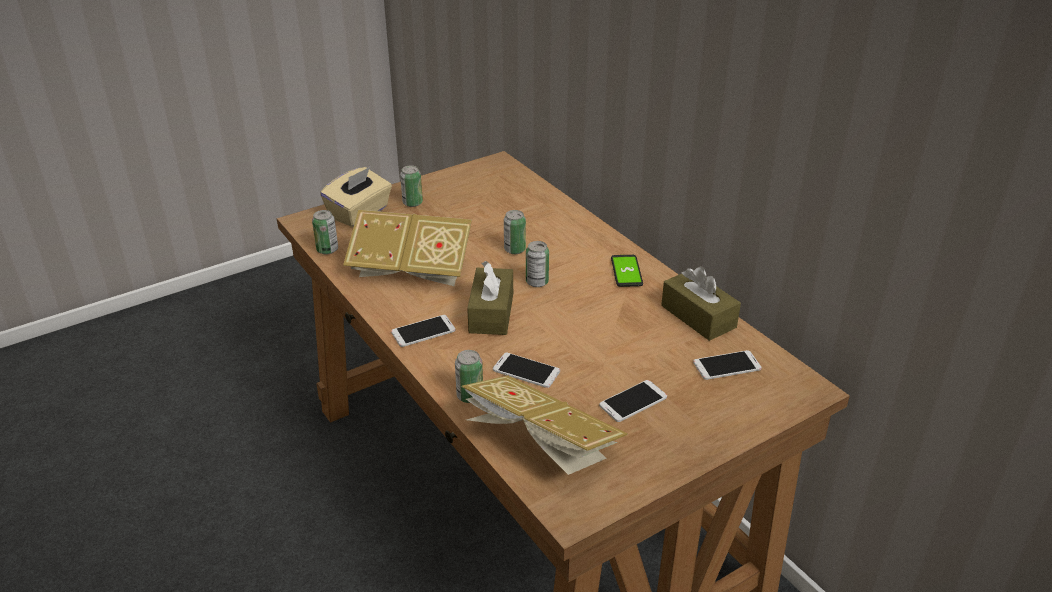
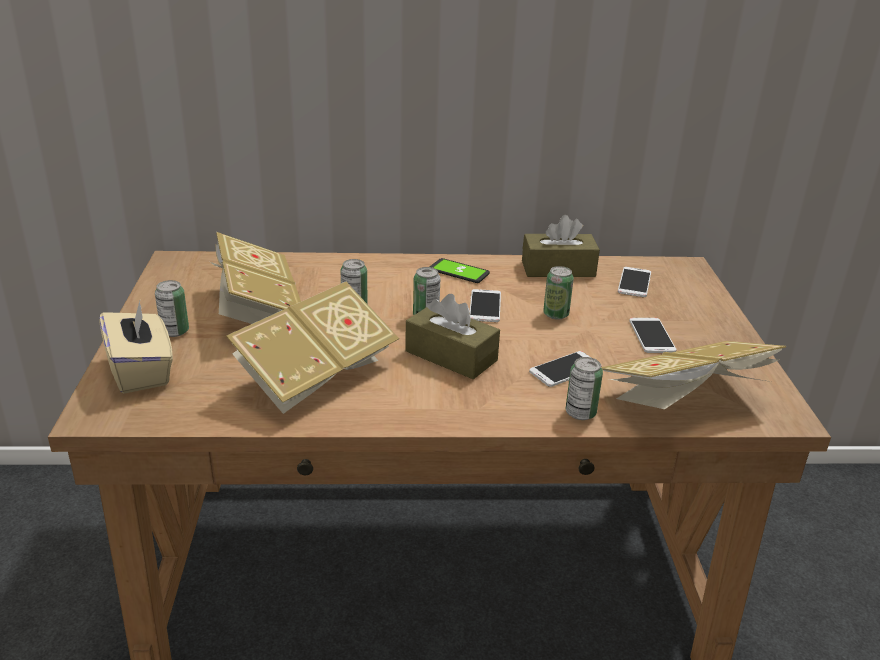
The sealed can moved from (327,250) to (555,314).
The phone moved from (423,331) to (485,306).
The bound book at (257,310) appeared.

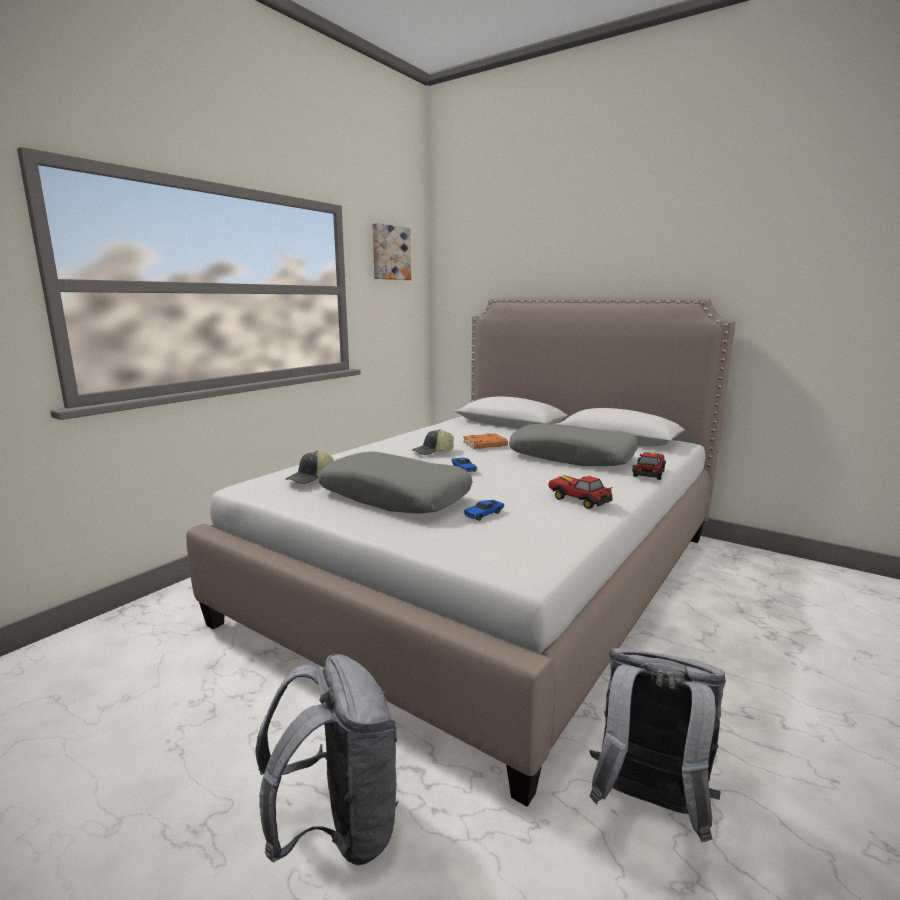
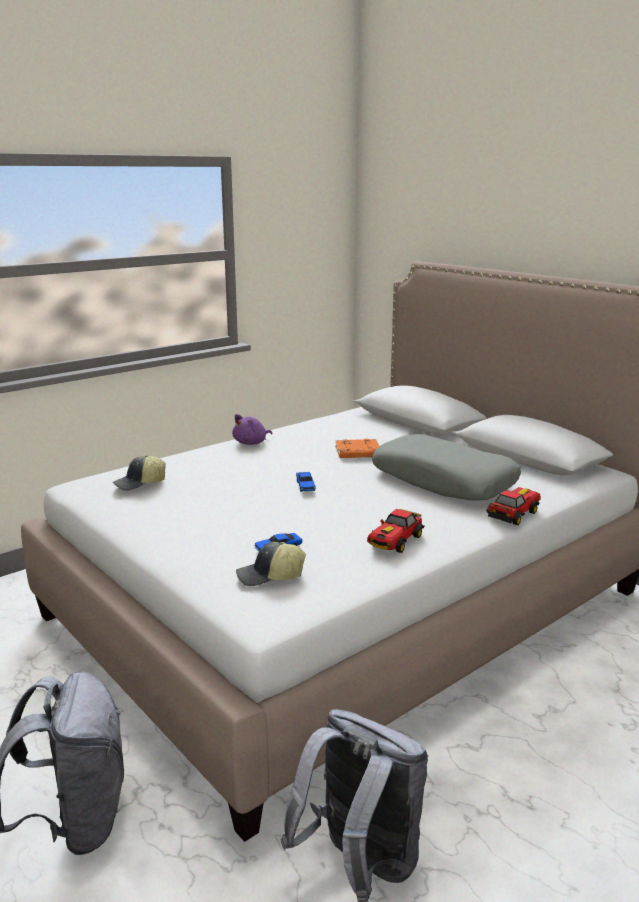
The grey throw pillow at (395,497) disappeared.
The picture at (390,253) disappeared.
The baseball cap moved from (433,452) to (270,576).
The model car at (578,500) turned 120 degrees counterclockwise.
The purple plush toy at (251,443) appeared.

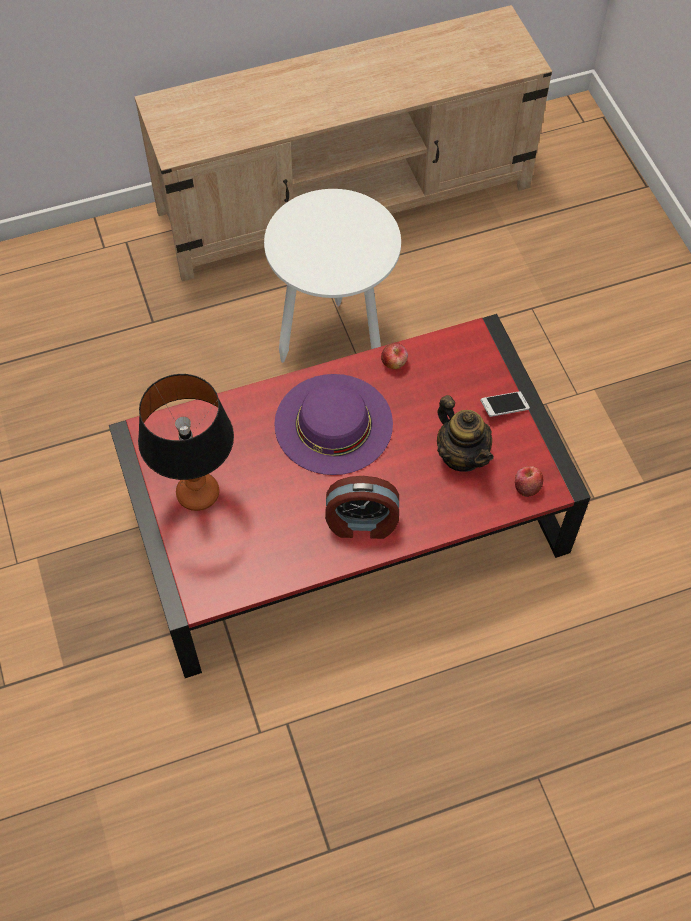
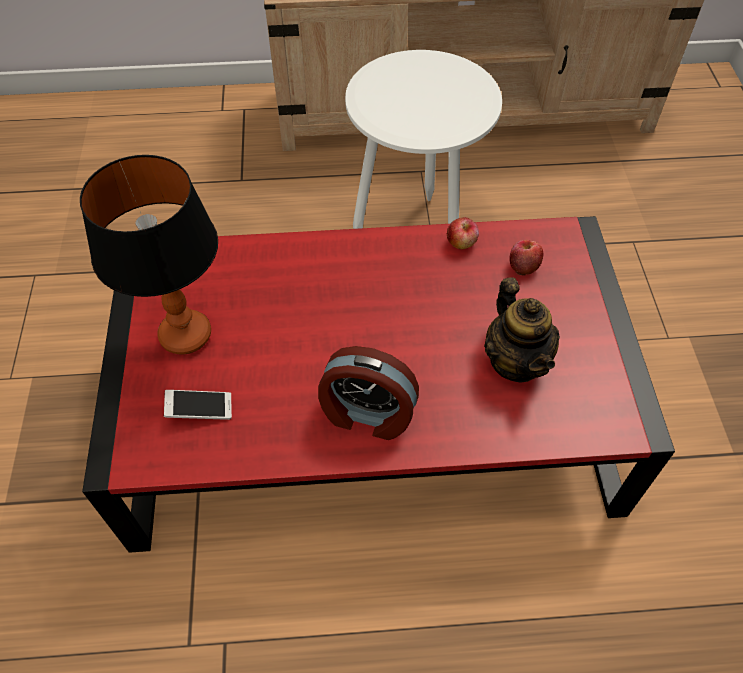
The purple wearable hat at (333,424) disappeared.
The phone moved from (504,408) to (200,410).
The apple fruit moved from (527,487) to (523,266).

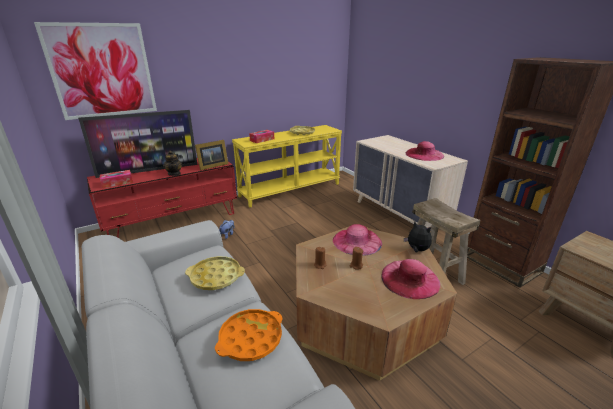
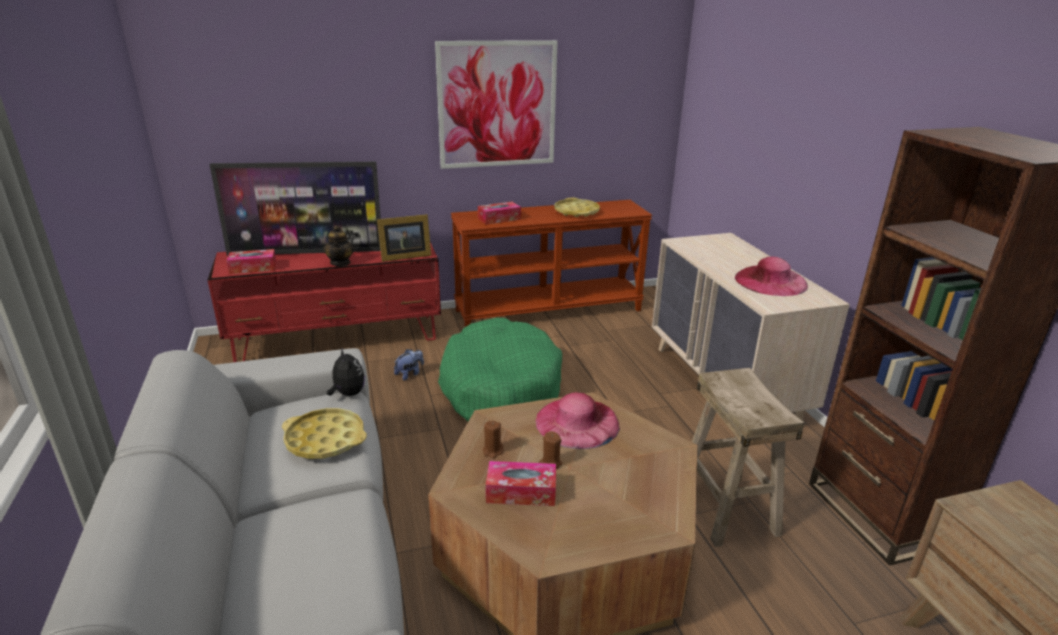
The picture moved from (102,71) to (497,105).
The orange-coloured serving tray at (250,338) disappeared.
The yellowish console table at (290,189) became the brownish console table at (548,310).
The pink-coloured wearable hat at (410,279) disappeared.
The plush toy moved from (417,250) to (347,394).
The greenish dog bed at (500,387) appeared.
The box of tissues at (521,492) appeared.

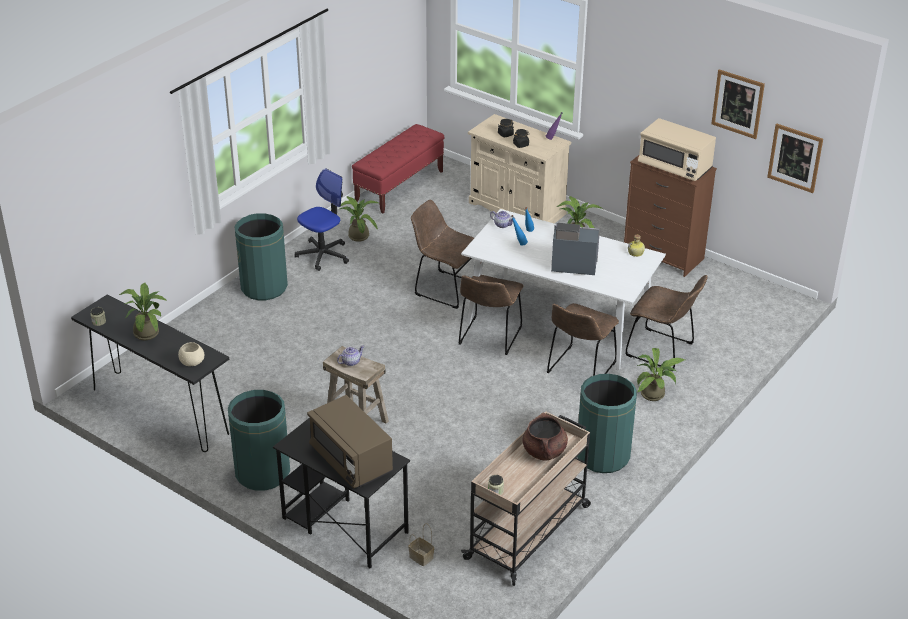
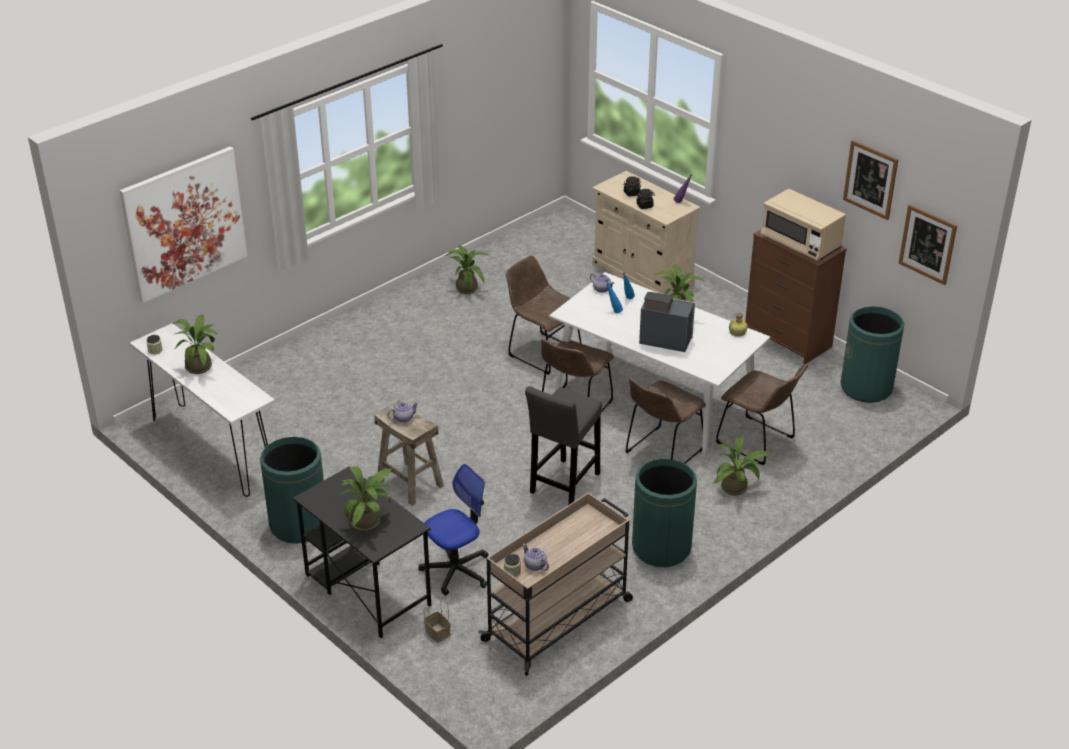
The black console table at (160,411) became the white console table at (213,450).
The sand-coloured serving bowl at (192,362) disappeared.
The greenish trash can moved from (264,287) to (866,388).
The office chair moved from (323,255) to (456,570).
The brownish microwave oven at (351,460) was replaced by the plant in a pot at (369,521).
The reddish long seat at (399,186) disappeared.
The brownish stockpot at (544,451) disappeared.
The picture at (184,223) appeared.
The teapot at (535,565) appeared.
The grey sitting stool at (563,485) appeared.

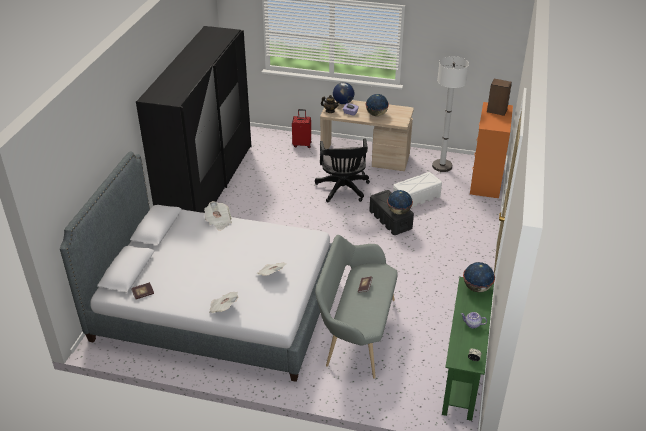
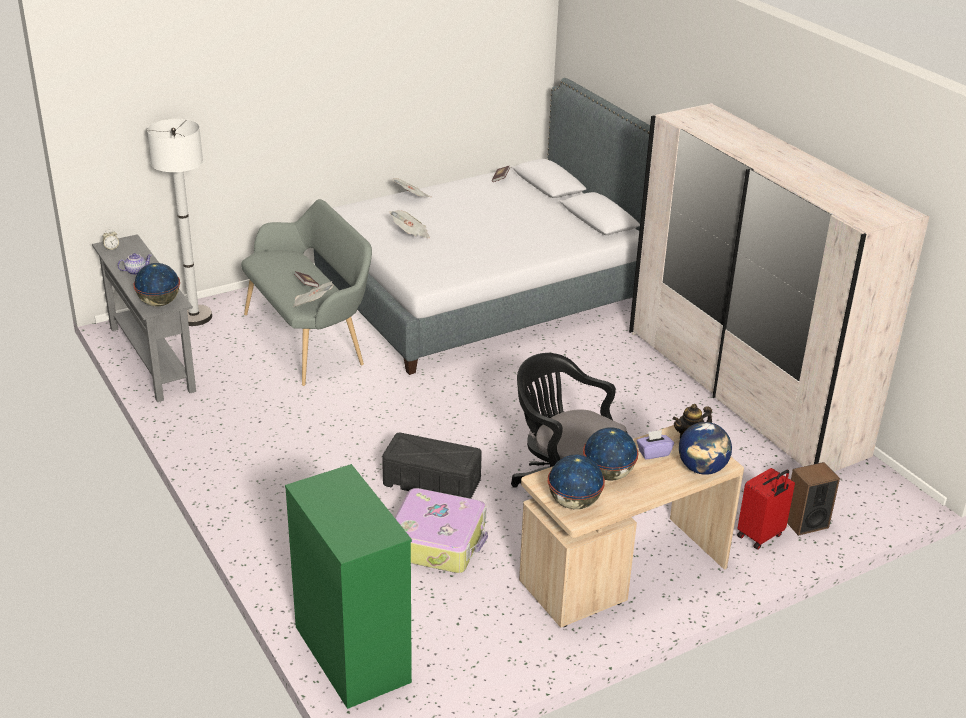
The black armoire at (207,186) became the white armoire at (743,392).
The daily paper moved from (218,222) to (312,304).
The desk globe moved from (399,212) to (573,503).
The white storage bin at (416,198) was replaced by the suitcase at (437,541).
The white floor lamp moved from (442,166) to (194,317).
The greenish console table at (463,372) became the grey console table at (151,359).
The orange-coloured dresser at (486,182) became the greenish dresser at (351,653).
The speaker moved from (497,110) to (805,523).

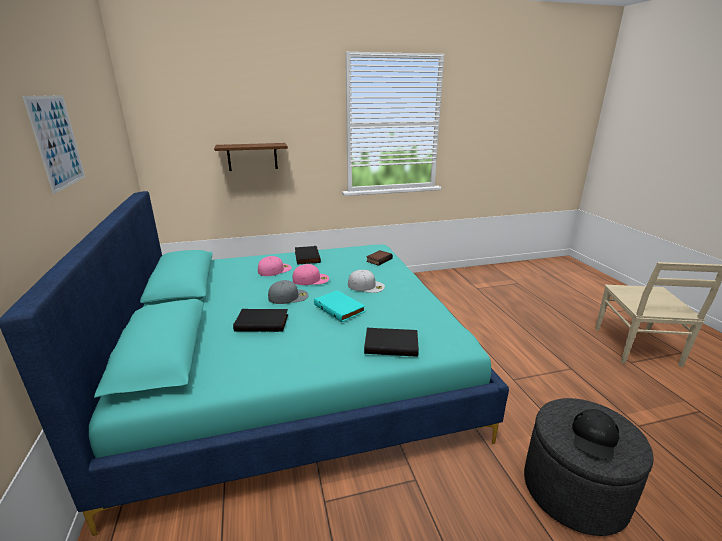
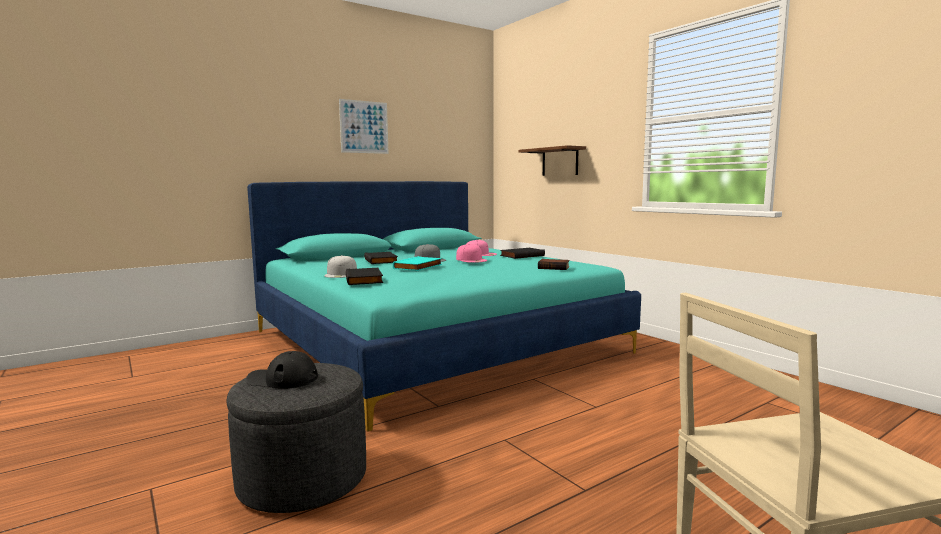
The white baseball cap moved from (366,286) to (341,274).

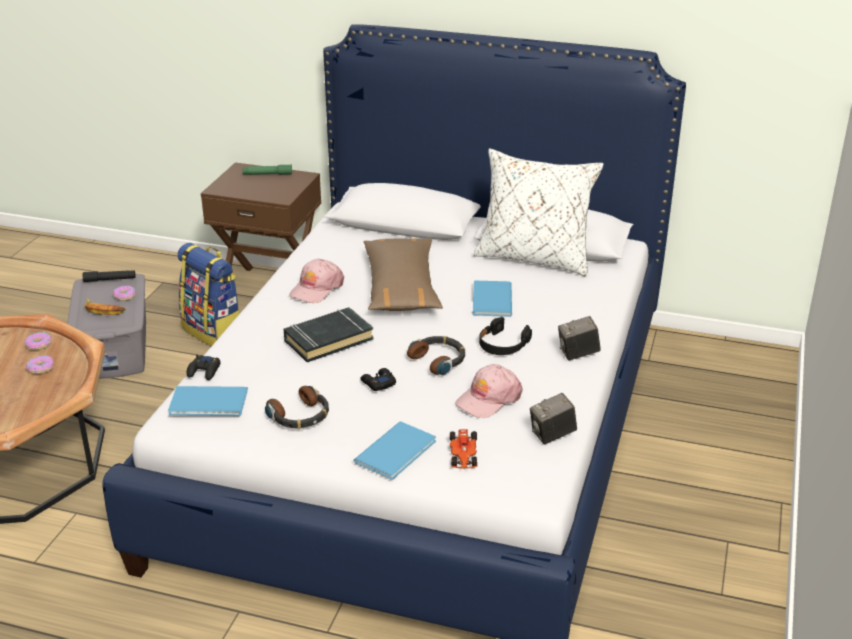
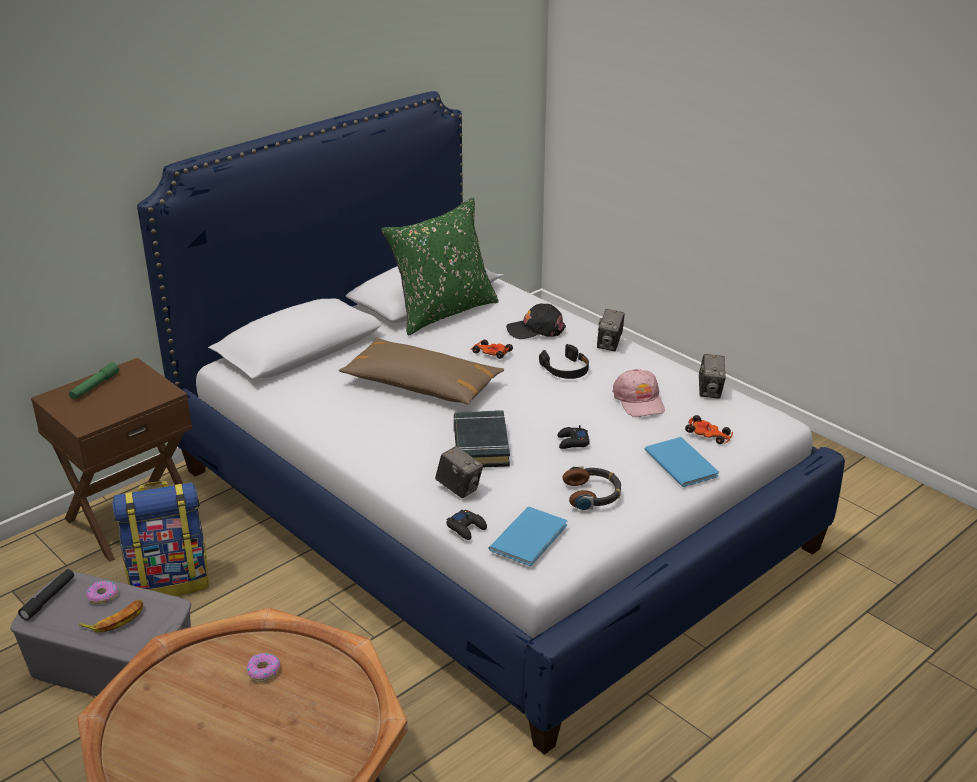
The donut at (39,345) disappeared.
The pink-coloured baseball cap at (316,288) disappeared.
The headphones at (438,360) disappeared.
The blue-coloured bound book at (490,301) was replaced by the model car at (491,353).
The white throw pillow at (534,258) became the greenish throw pillow at (442,312).
The photo camera at (459,488) appeared.
The black baseball cap at (536,330) appeared.

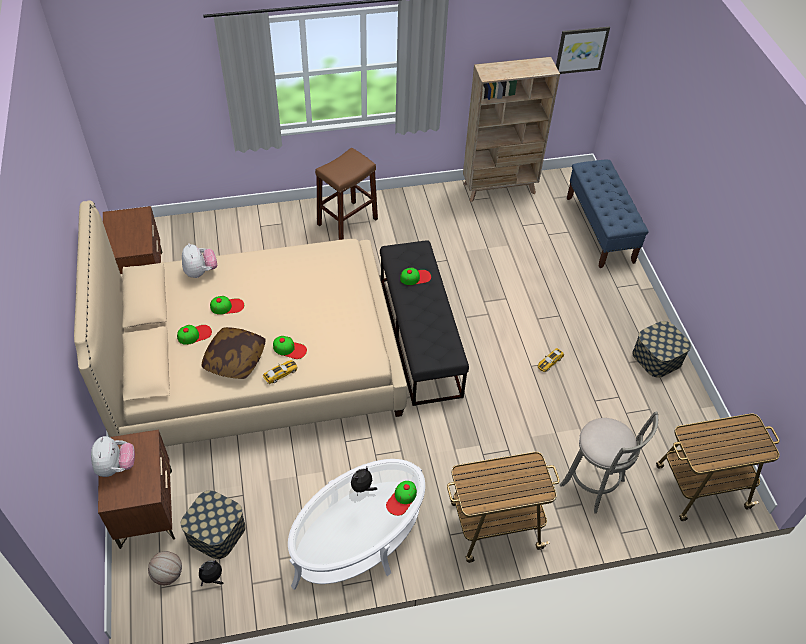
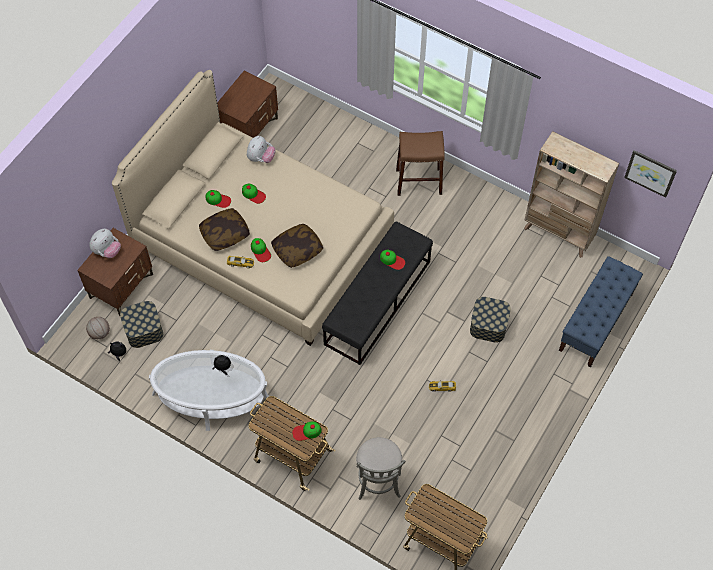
The baseball cap moved from (402,499) to (306,432).
The storage bin moved from (657,357) to (488,325).
The throw pillow at (297,249) appeared.

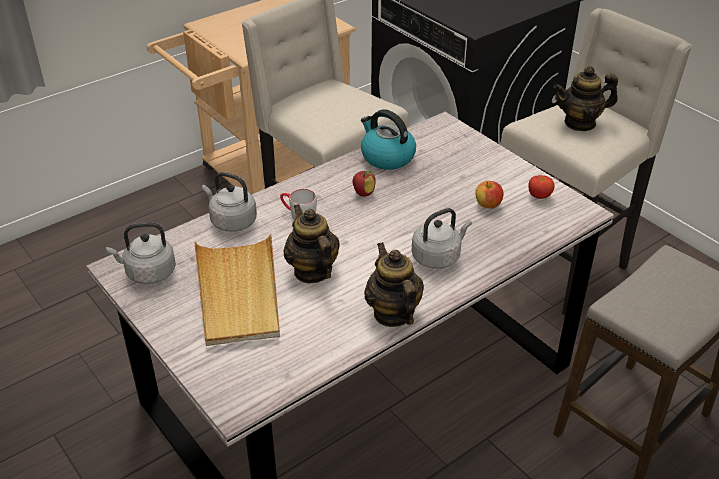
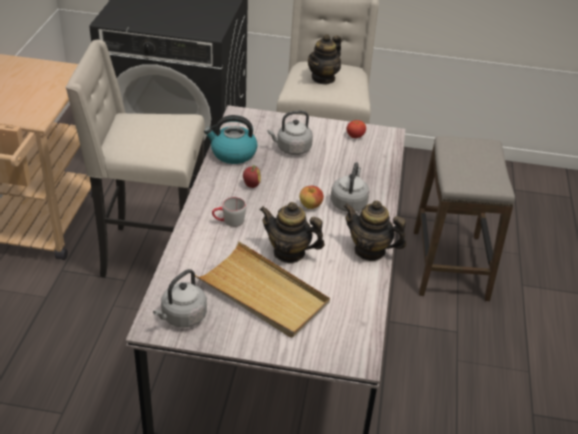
The grey water kettle moved from (231,221) to (292,149).
The apple fruit moved from (488,205) to (310,206).

